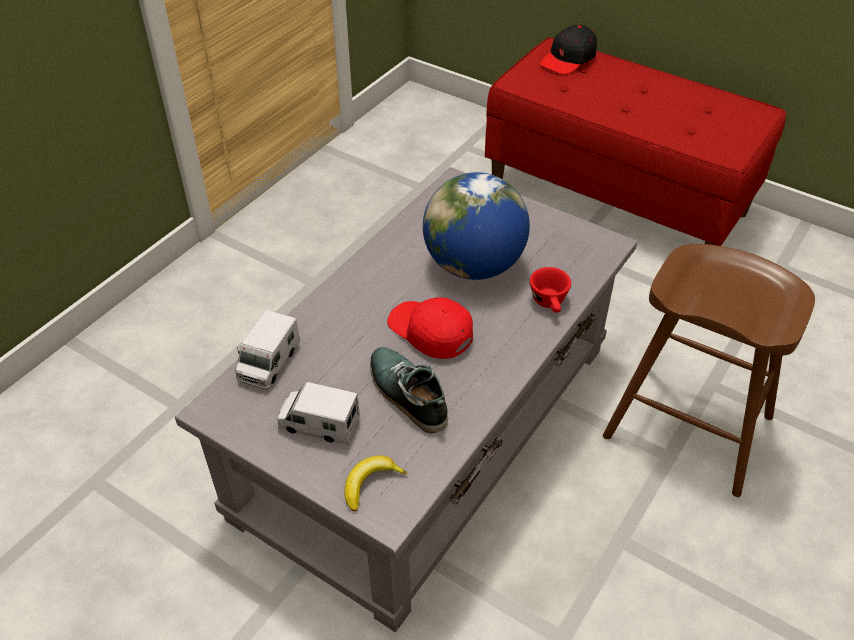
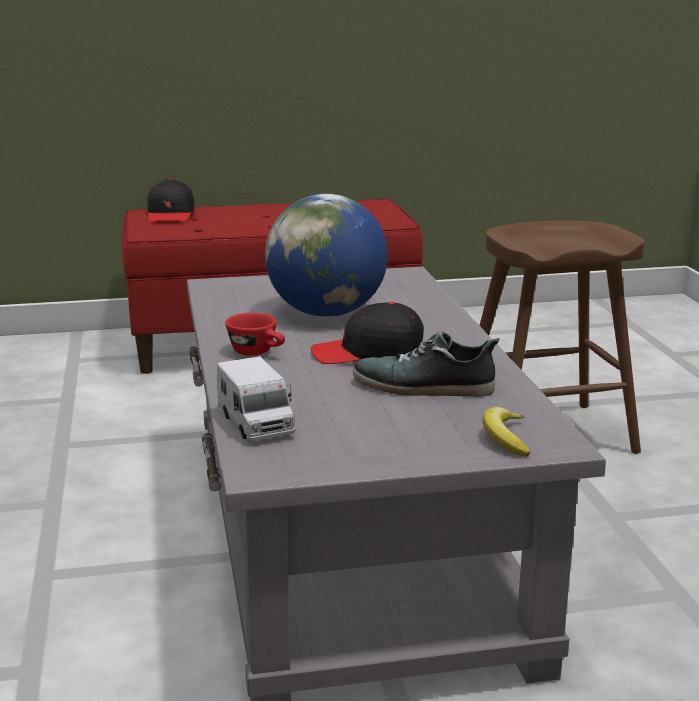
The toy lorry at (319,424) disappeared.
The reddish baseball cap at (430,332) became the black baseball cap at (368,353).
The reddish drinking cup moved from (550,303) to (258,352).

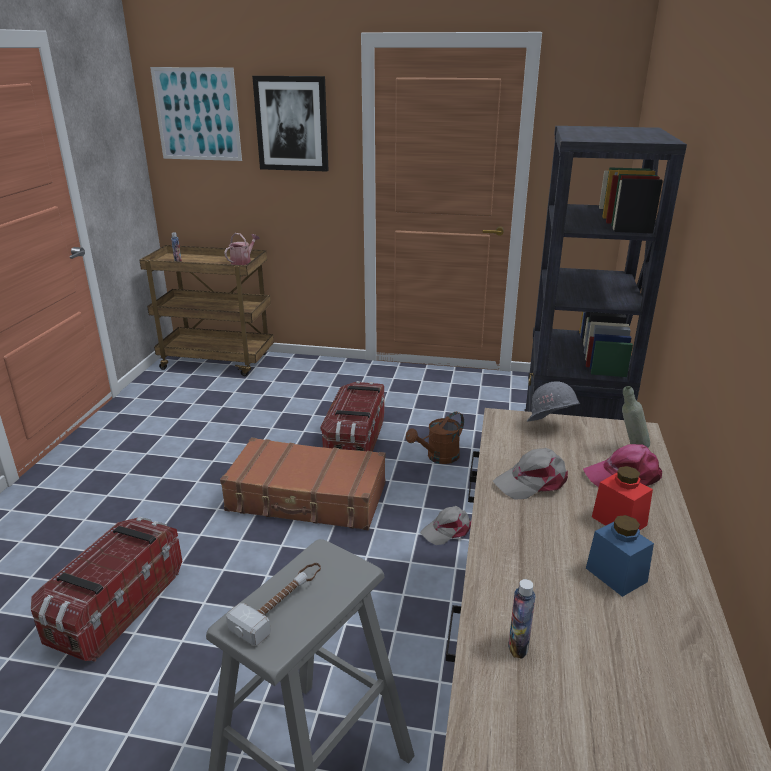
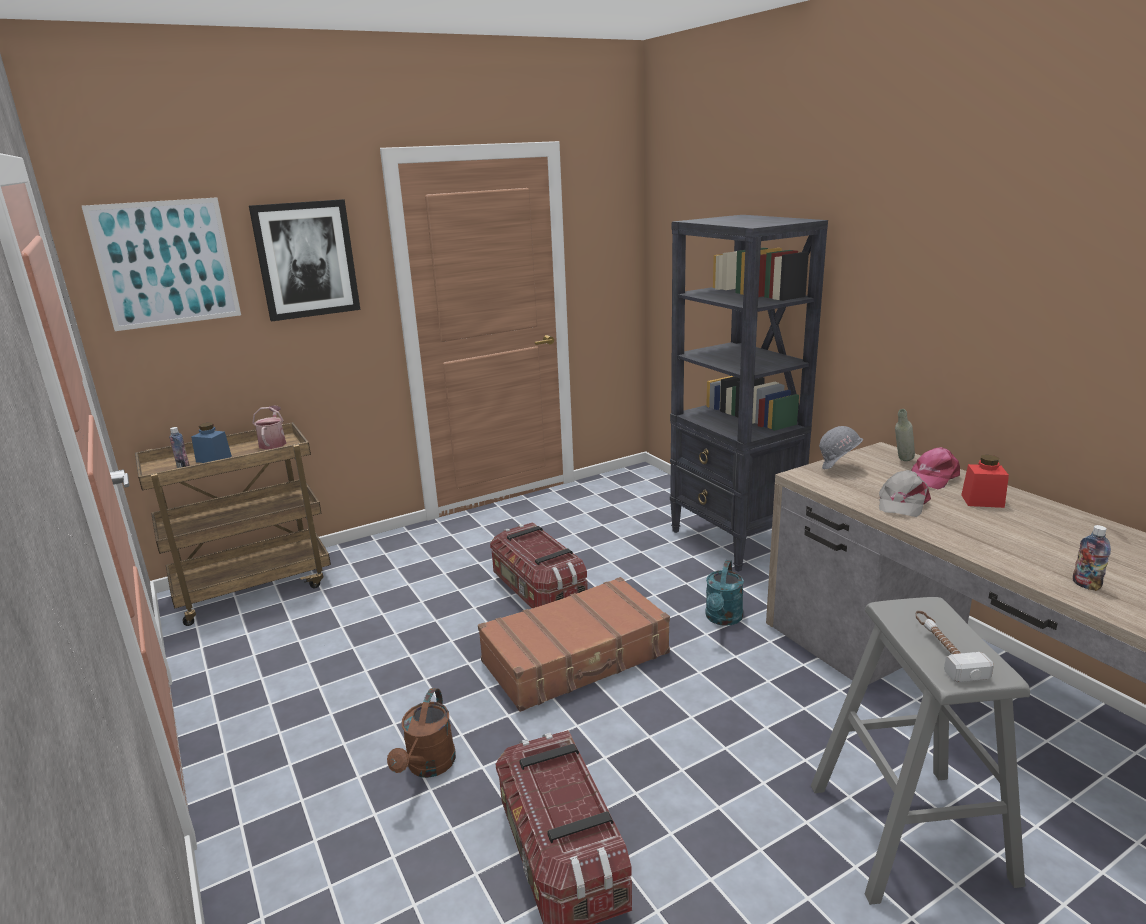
The brownish sprinkling can moved from (438,457) to (428,767).
The grey baseball cap at (447,530) was replaced by the turquoise sprinkling can at (722,619).
The blue-coloured storage jar moved from (616,575) to (214,459).

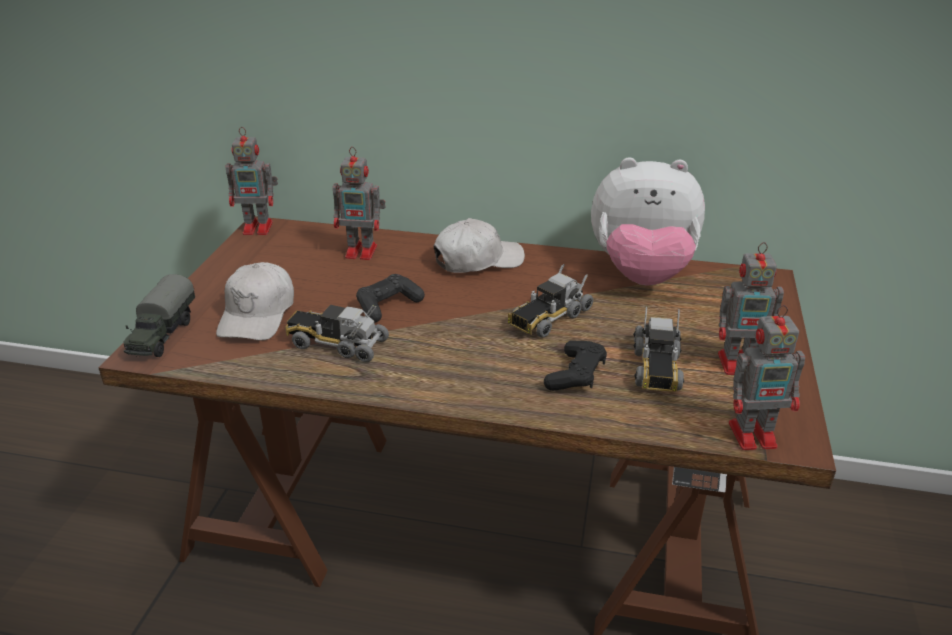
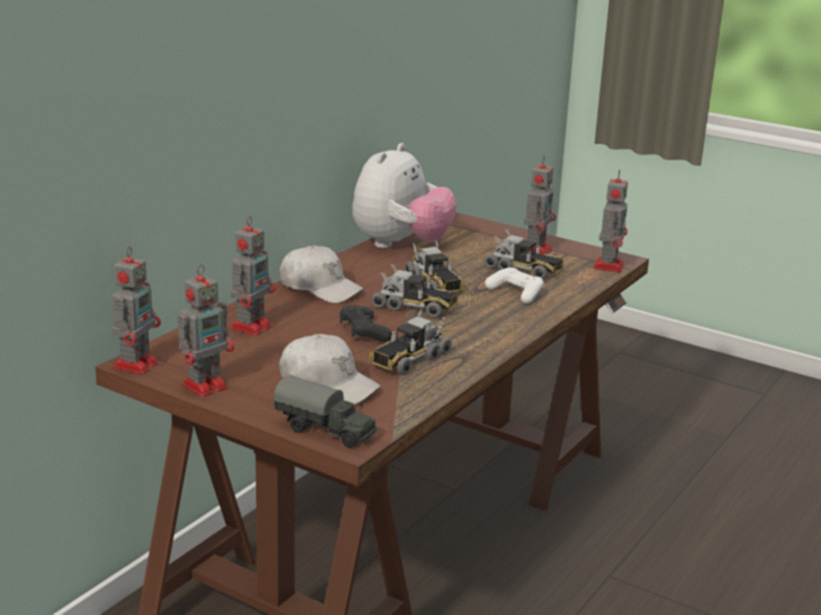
The white baseball cap at (478,260) turned 120 degrees clockwise.
The black gamepad at (576,375) became the white gamepad at (516,293).
The model robot at (206,385) appeared.
The toy lorry at (414,307) appeared.

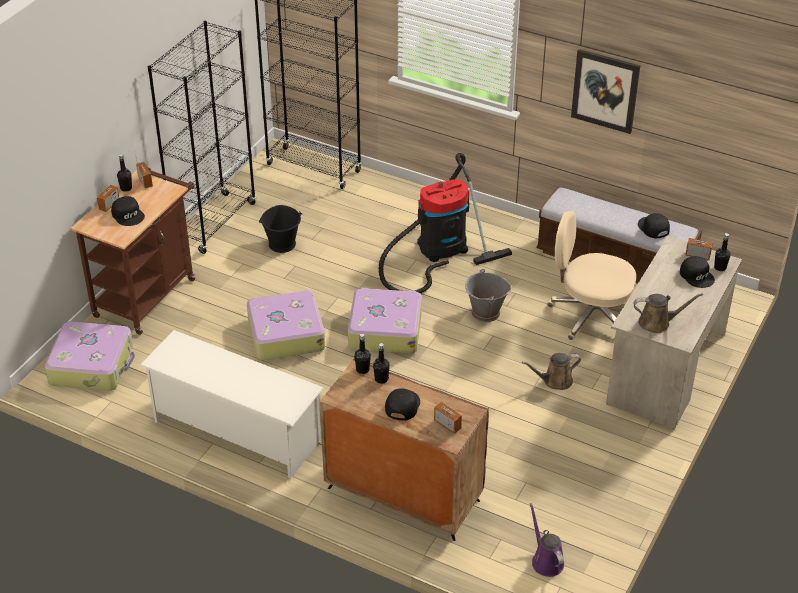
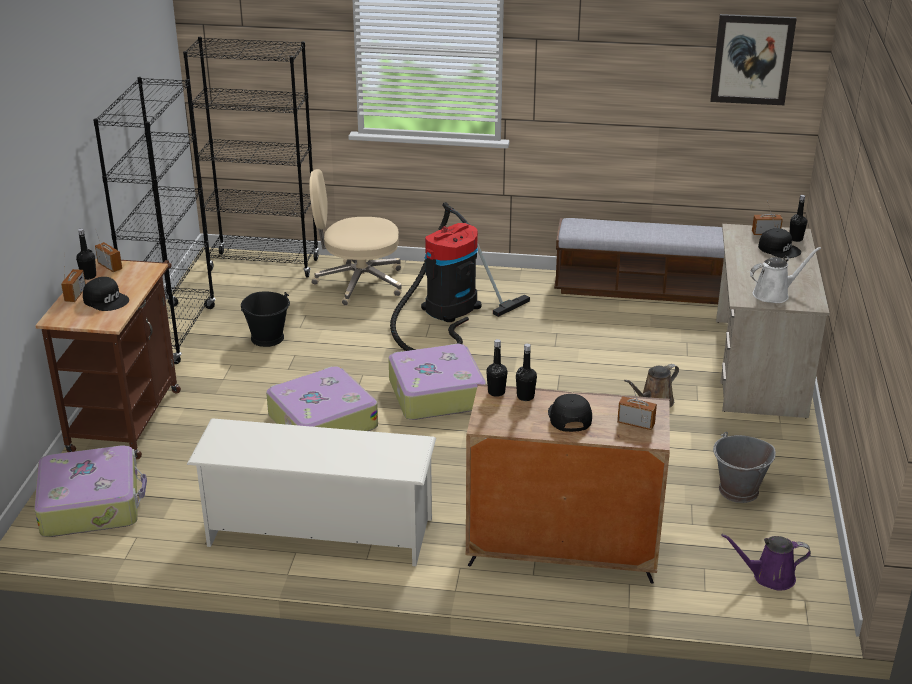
The grey pail moved from (485,313) to (738,491).
The purple sprinkling can at (546,560) turned 45 degrees counterclockwise.
The sand-coloured office chair moved from (590,314) to (358,283).
The picture moved from (605,91) to (752,59).
The brownish sprinkling can at (657,323) became the white sprinkling can at (774,294).
The black baseball cap at (653,228) disappeared.

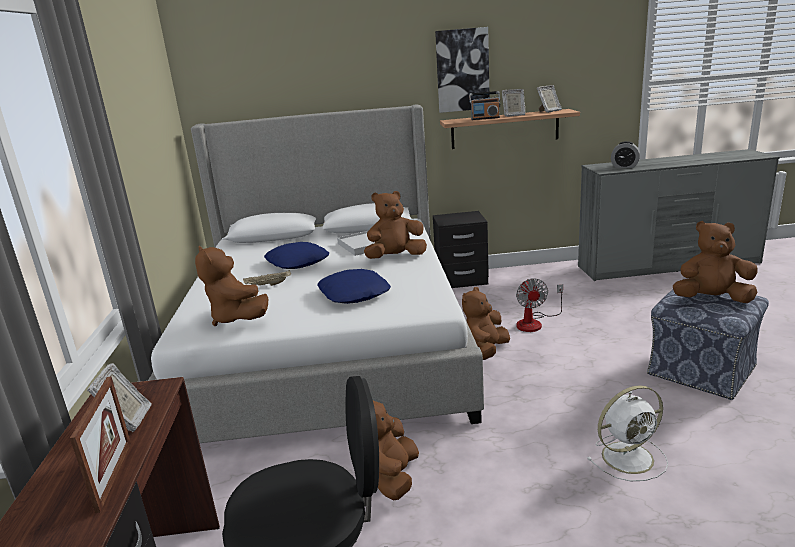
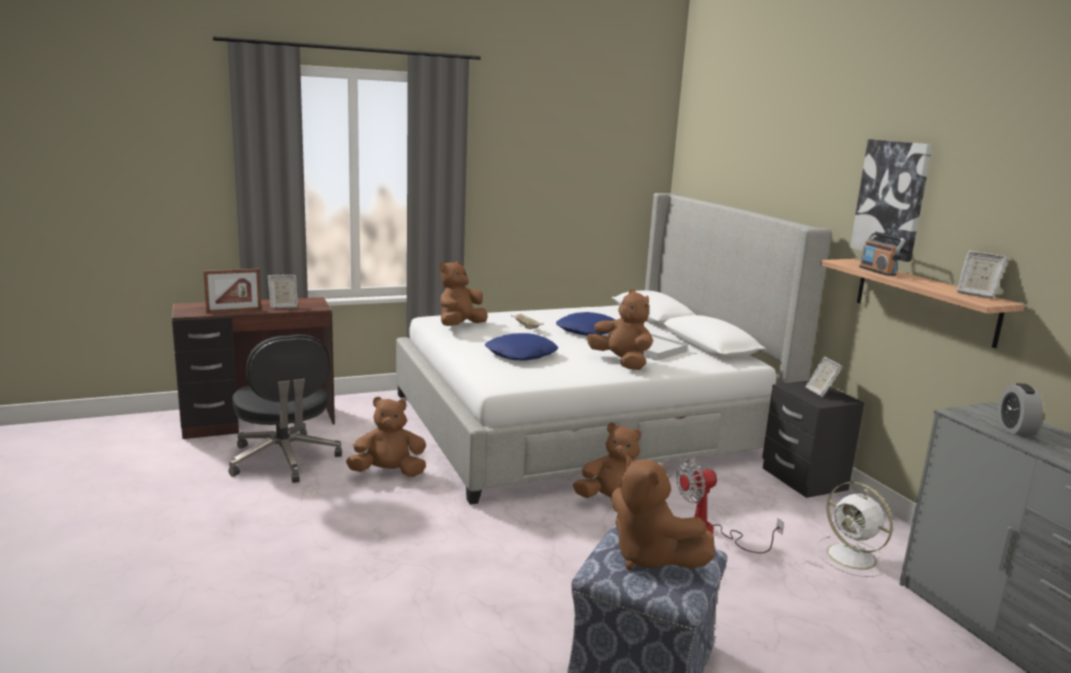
The photo frame moved from (513,115) to (820,392).
The white fan moved from (629,457) to (853,557).
The brownish plush toy at (711,299) turned 150 degrees clockwise.

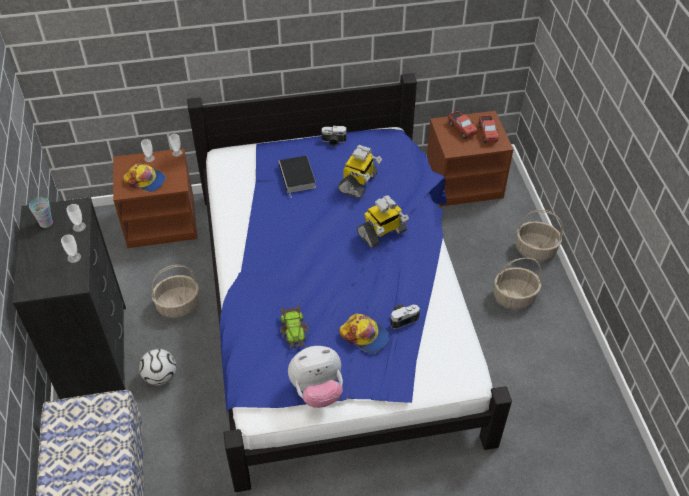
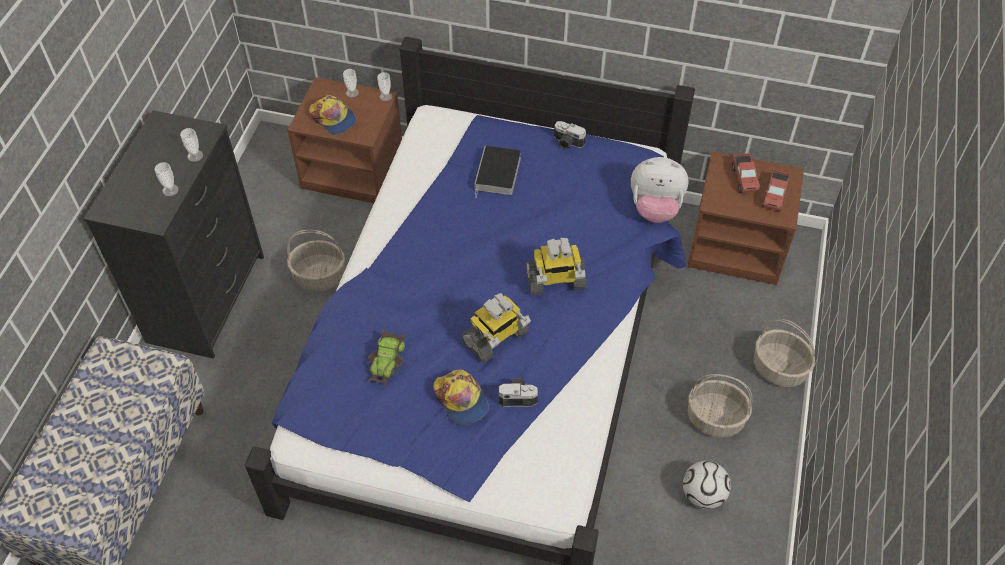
The drinking cup at (46,223) disappeared.
The ball for football moved from (160,376) to (702,494).
The plush toy moved from (317,390) to (655,208).
The model robot moved from (358,183) to (495,338).

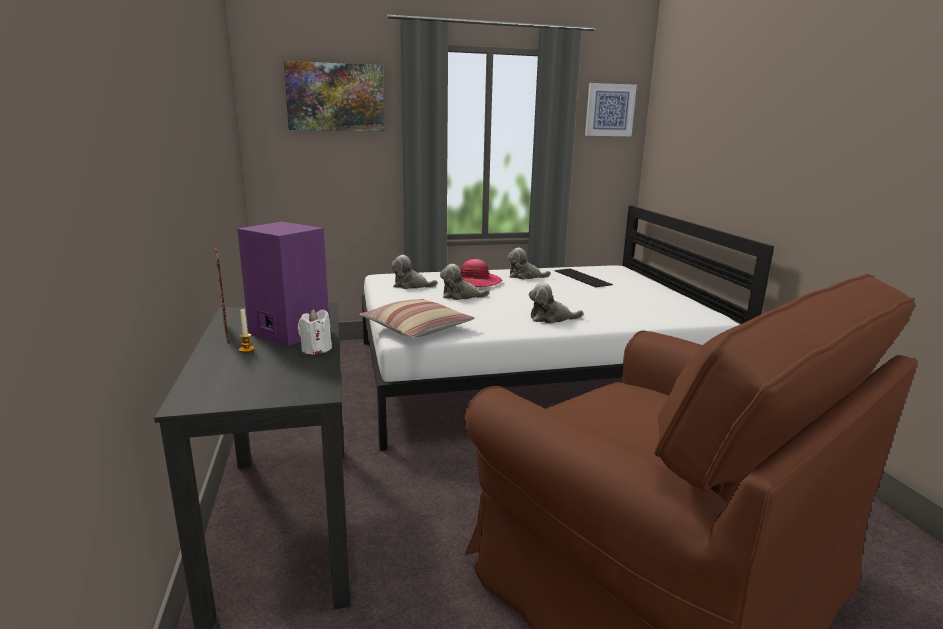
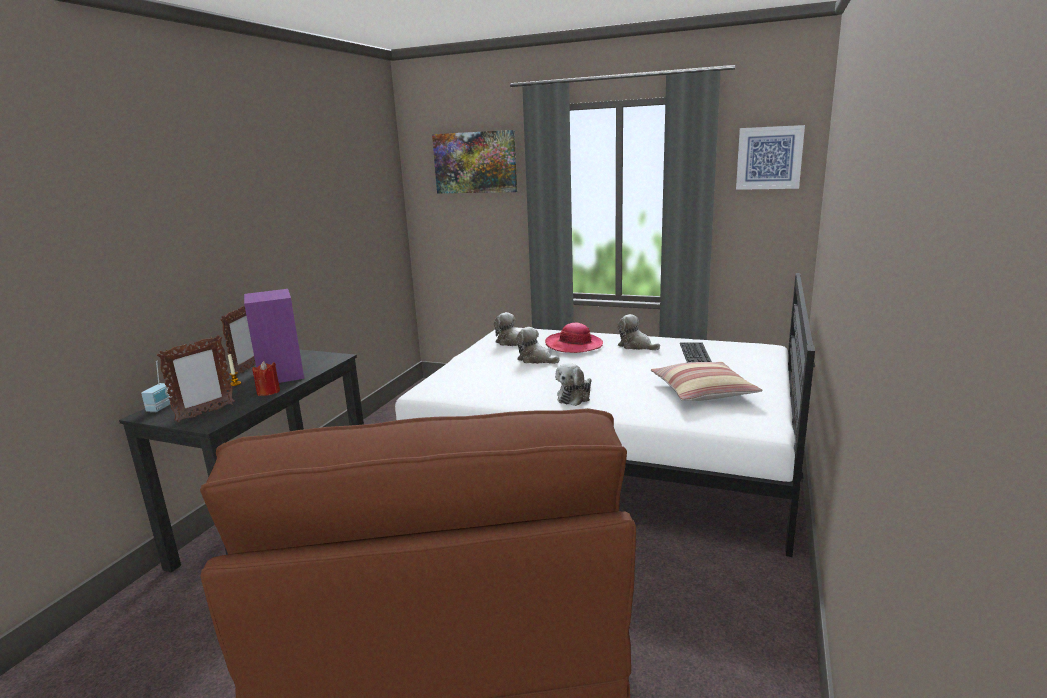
The white candle at (316,349) became the reddish candle at (268,392).
The throw pillow moved from (417,328) to (703,392).
The plush toy at (551,318) turned 90 degrees counterclockwise.
The radio set at (162,407) appeared.
The photo frame at (205,413) appeared.

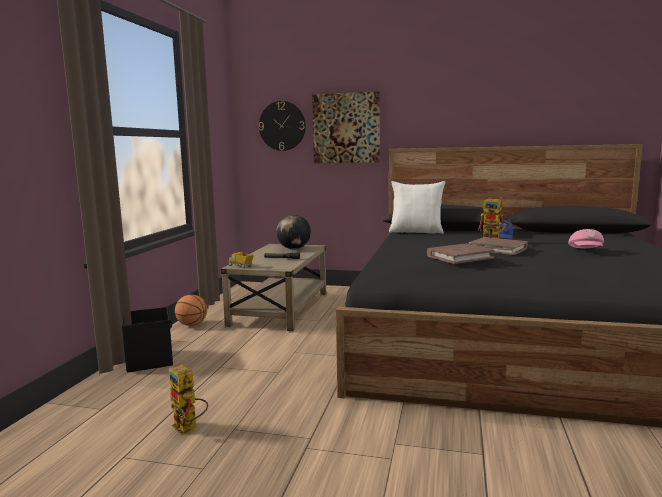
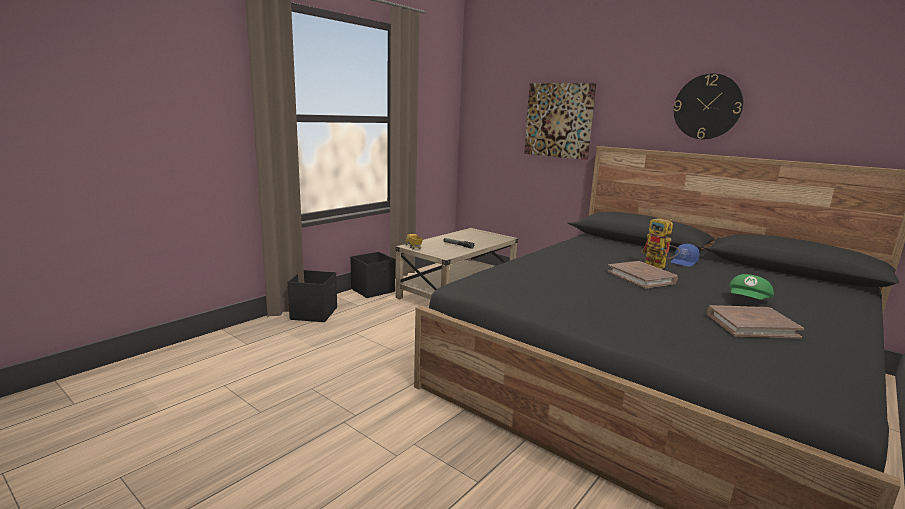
The model robot at (189,429) disappeared.
The basketball at (192,325) was replaced by the black storage bin at (373,290).
The hanging clock moved from (282,126) to (707,107).
The desk globe at (294,249) disappeared.
The white throw pillow at (416,232) disappeared.
The brownish bound book moved from (459,257) to (751,325).
The pink-coloured baseball cap at (586,251) became the greenish baseball cap at (748,301).

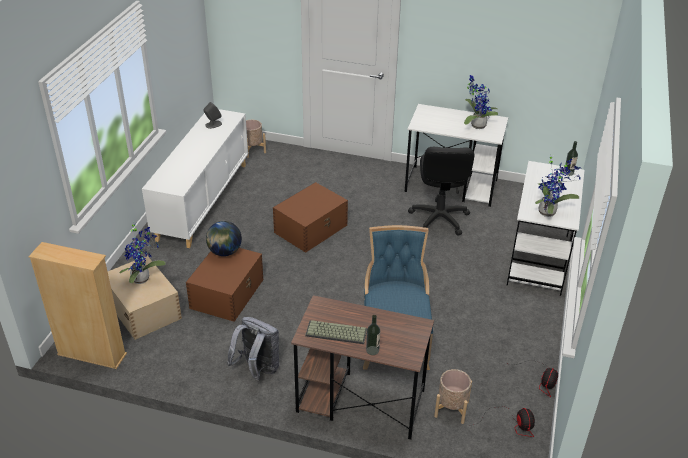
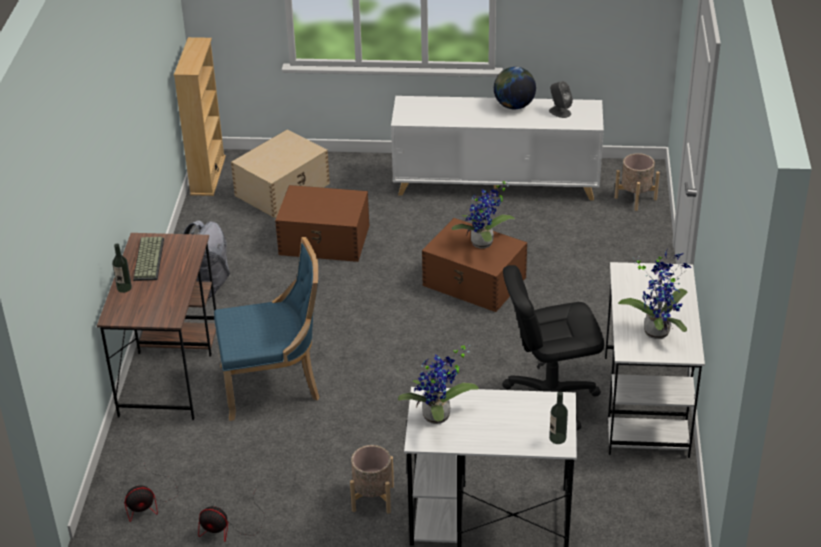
The plant in a pot moved from (143,278) to (483,244).
The desk globe moved from (224,252) to (514,106).
The sand-coloured plant pot moved from (451,409) to (373,498).

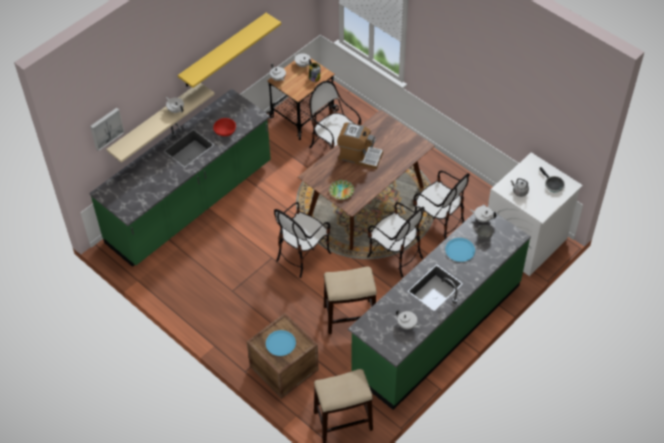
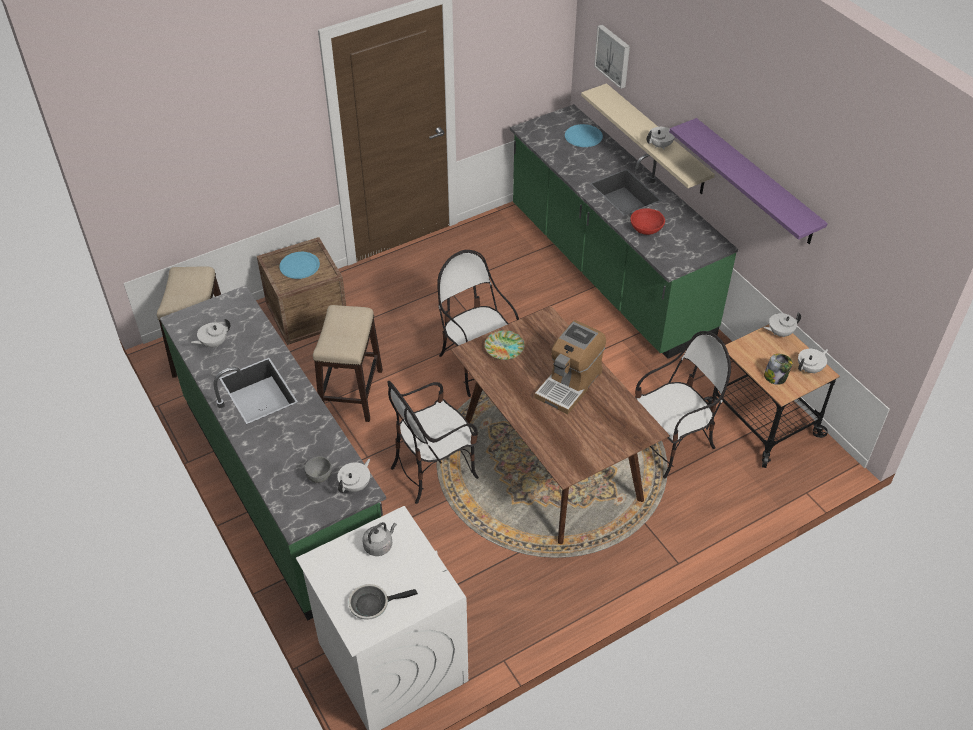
The yellowish shelf at (223,51) became the purple shelf at (755,182).
The chair at (438,224) disappeared.
The blue-coloured flat dish moved from (460,250) to (583,137).

